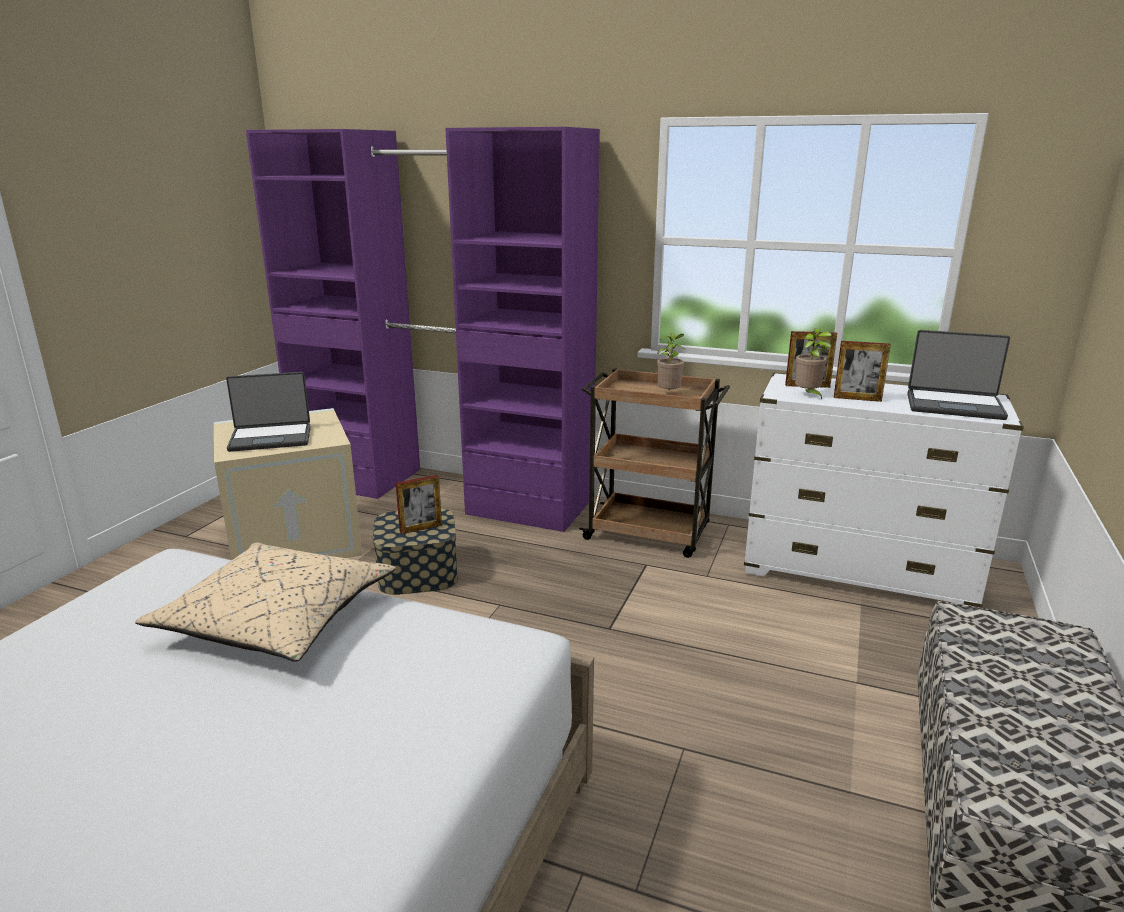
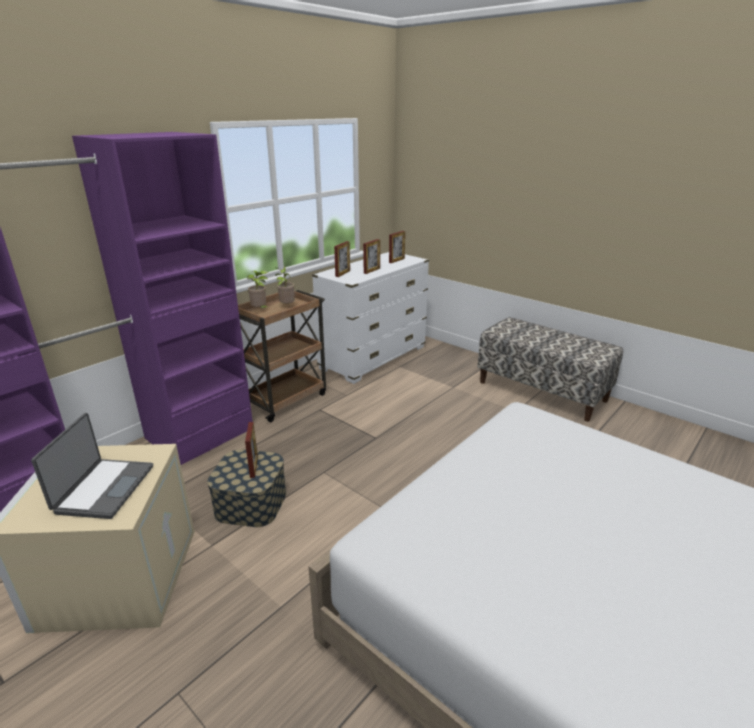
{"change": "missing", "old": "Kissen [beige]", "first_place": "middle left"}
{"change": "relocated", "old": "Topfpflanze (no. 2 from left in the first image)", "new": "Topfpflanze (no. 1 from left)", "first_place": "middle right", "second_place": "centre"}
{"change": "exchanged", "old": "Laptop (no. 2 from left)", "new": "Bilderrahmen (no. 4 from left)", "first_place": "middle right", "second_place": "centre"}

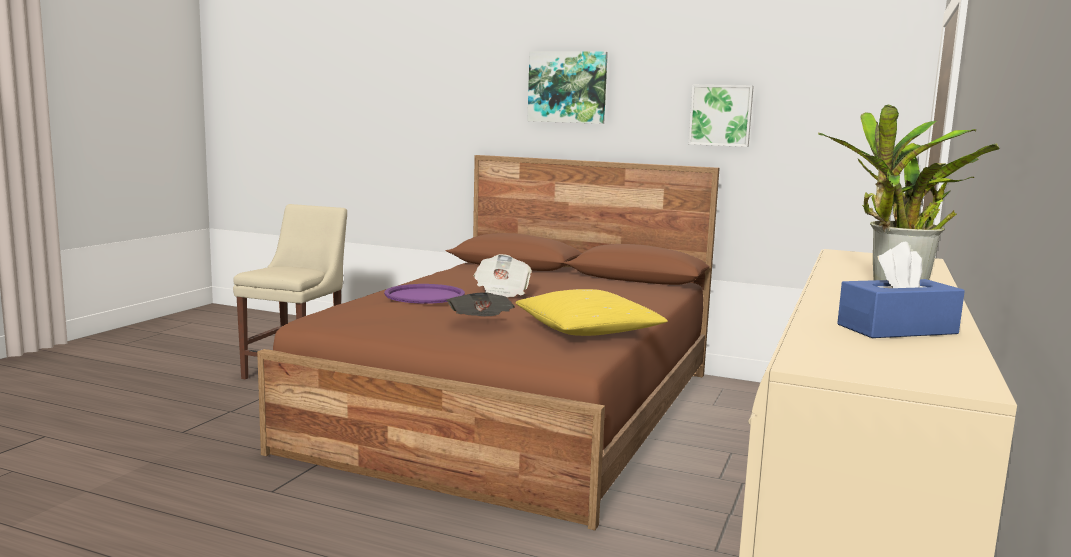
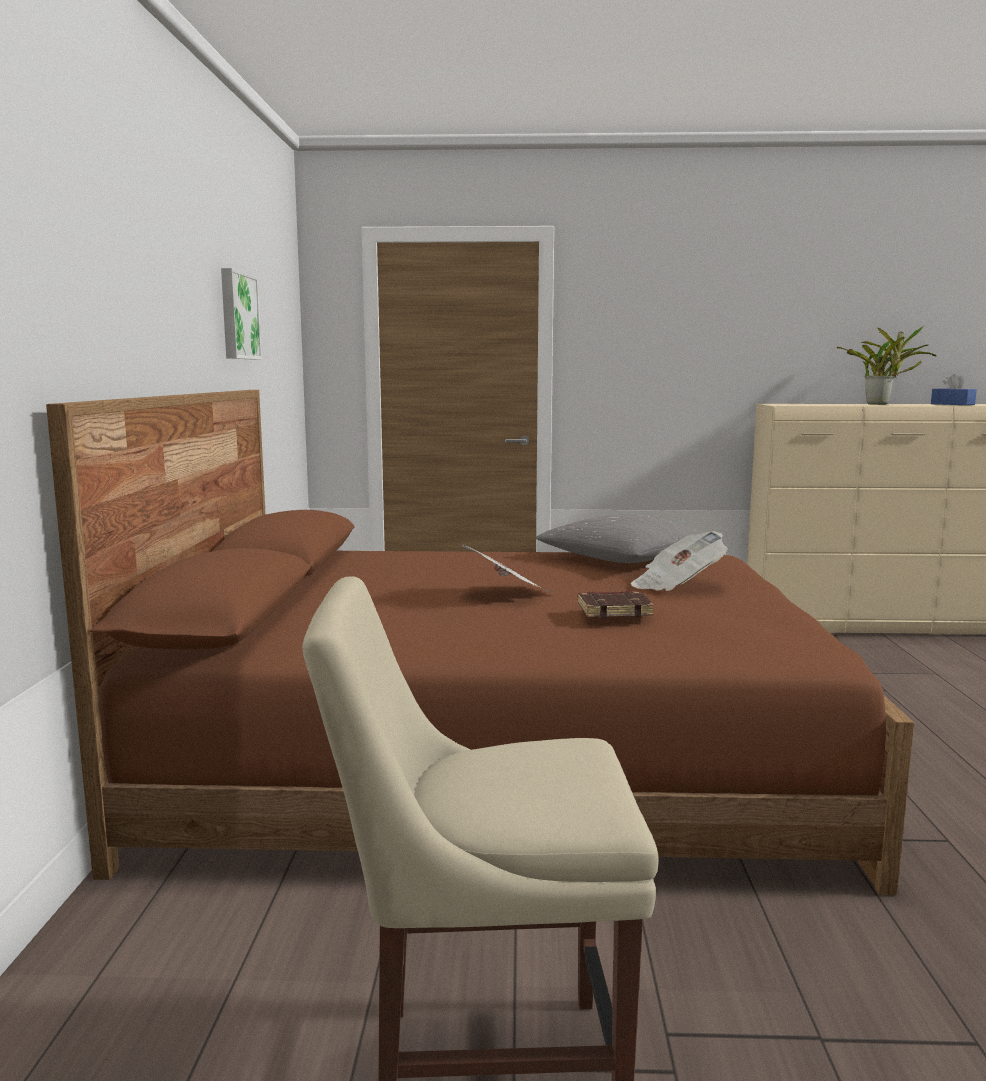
{"change": "missing", "old": "Bild (no. 1 from left)", "first_place": "top centre"}
{"change": "exchanged", "old": "Tablett [lila]", "new": "Buch [braun]", "first_place": "centre", "second_place": "centre"}
{"change": "colour", "old": "Kissen [gelb]", "new": "Kissen [grau]", "first_place": "centre", "second_place": "centre"}

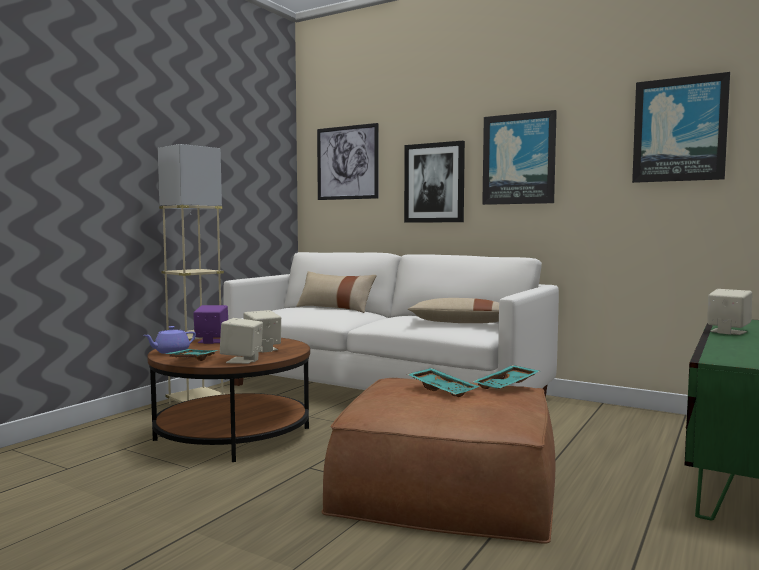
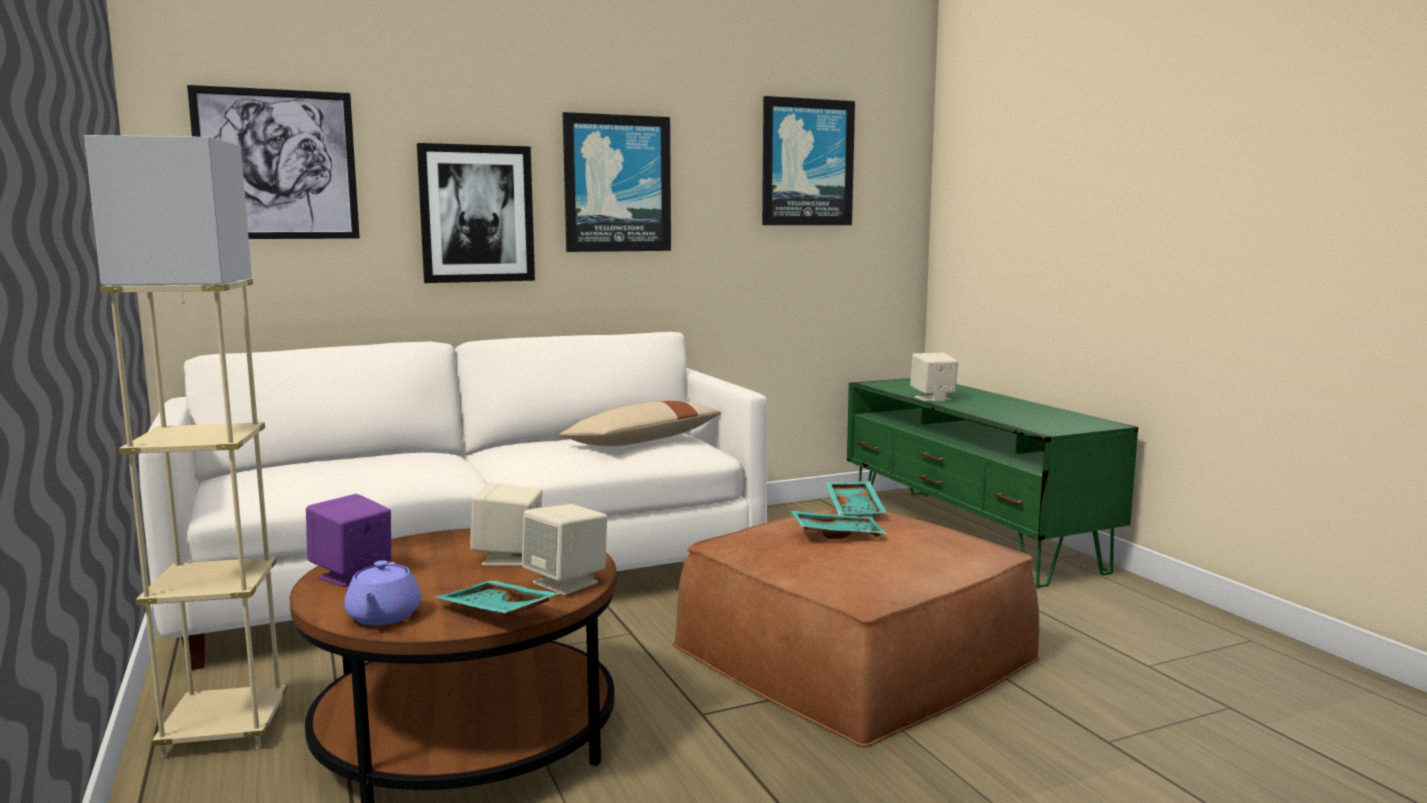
{"change": "missing", "old": "Kissen [beige] (no. 1 from left)", "first_place": "centre"}

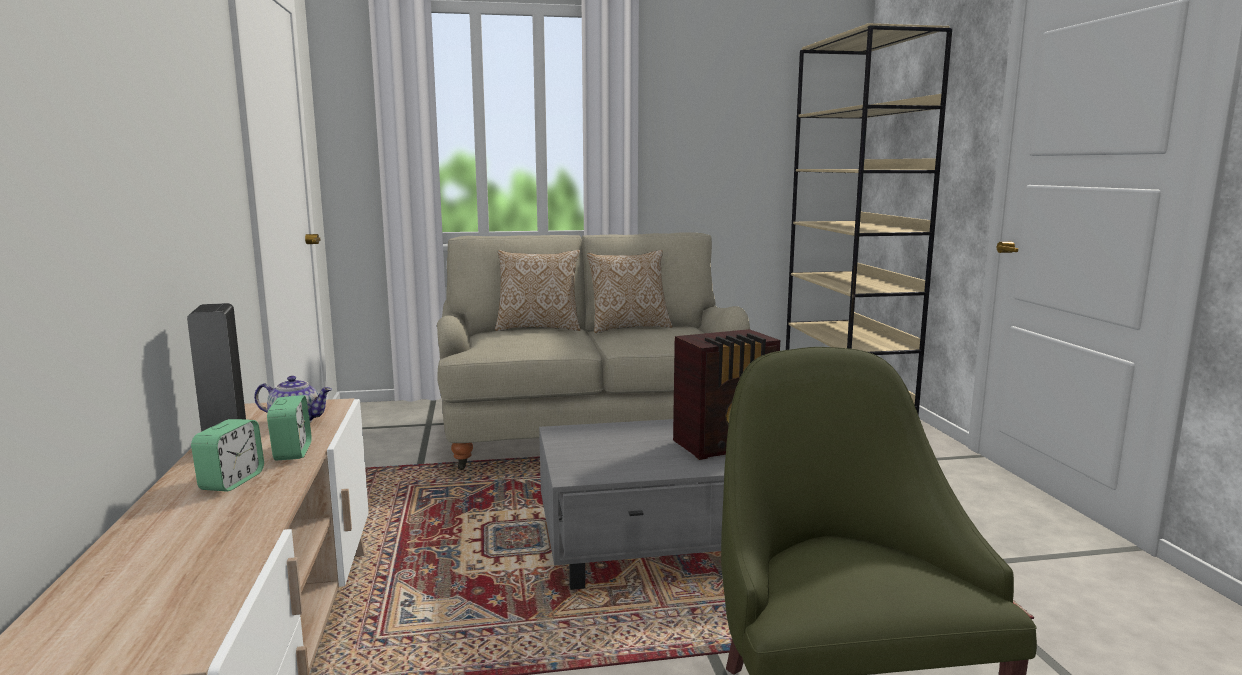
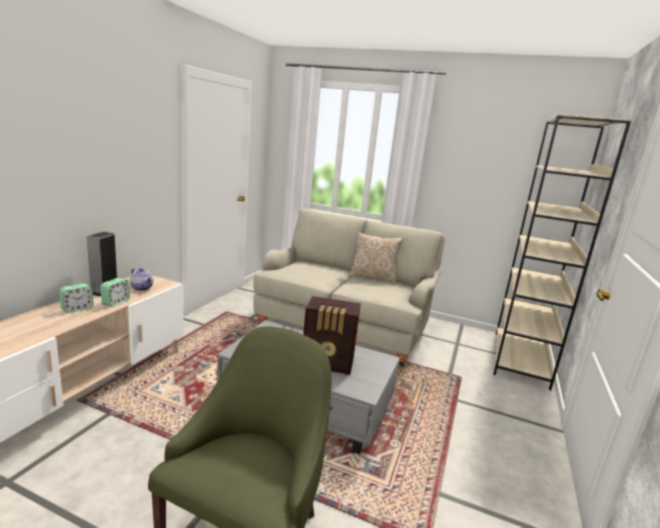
{"change": "missing", "old": "Kissen (no. 1 from left)", "first_place": "centre"}

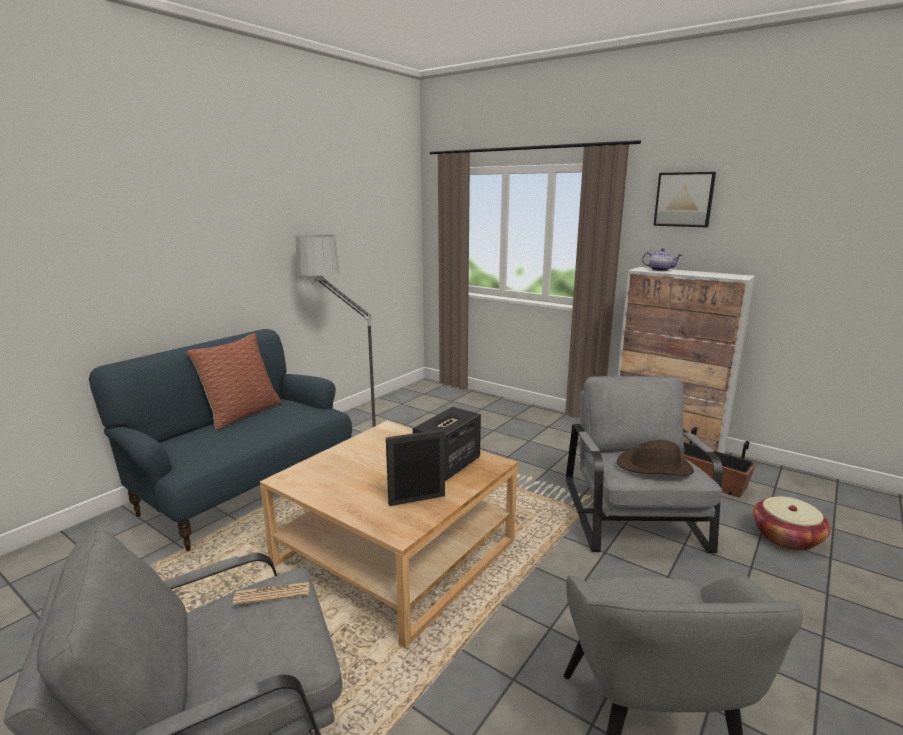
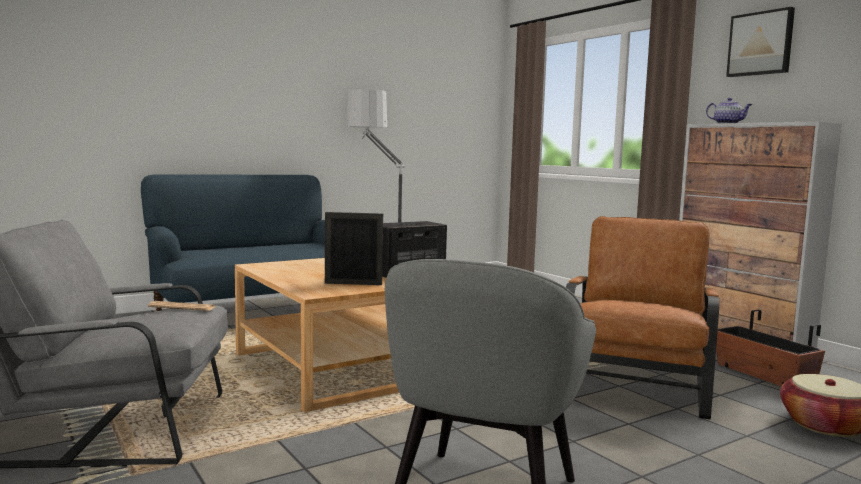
{"change": "missing", "old": "Kissen", "first_place": "middle left"}
{"change": "missing", "old": "Hut [braun]", "first_place": "middle right"}
{"change": "colour", "old": "Sessel [grau] (no. 2 from left)", "new": "Sessel [braun]", "first_place": "middle right", "second_place": "middle right"}

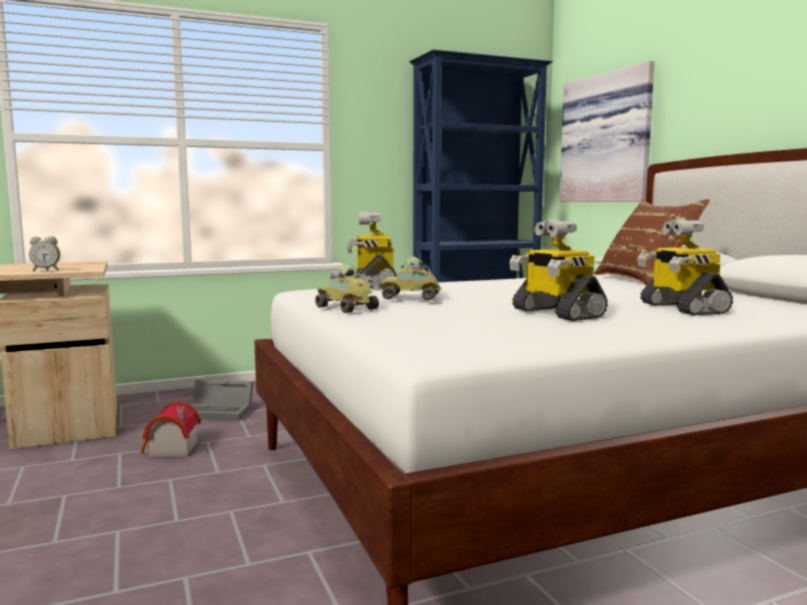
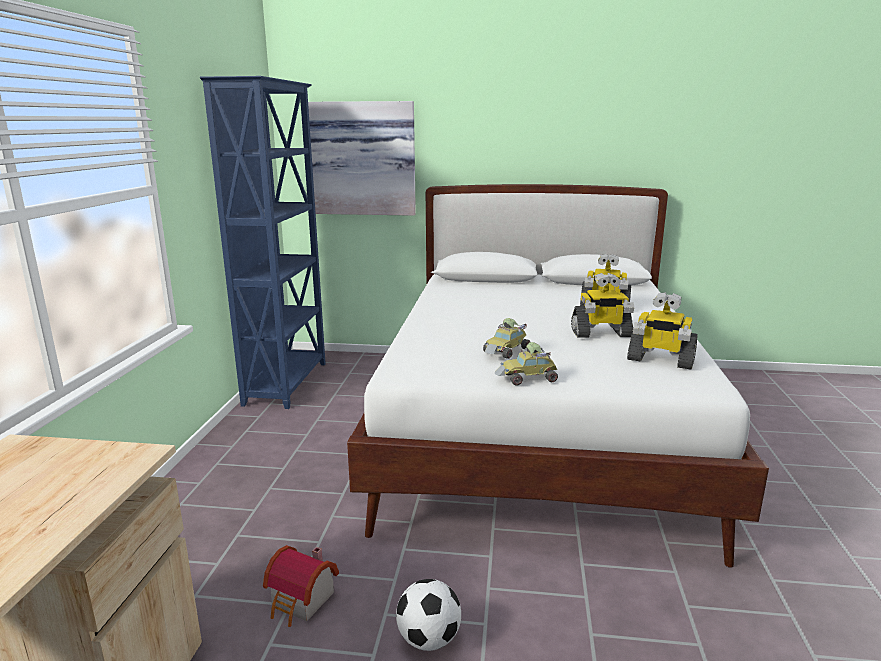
{"change": "missing", "old": "Wecker", "first_place": "middle left"}
{"change": "missing", "old": "Aufbewahrungsbox [grau]", "first_place": "middle left"}
{"change": "missing", "old": "Kissen [braun]", "first_place": "middle right"}
{"change": "appeared", "new": "Fußball", "second_place": "bottom centre"}
{"change": "relocated", "old": "Spielzeugroboter (no. 1 from left in the first image)", "new": "Spielzeugroboter (no. 3 from left)", "first_place": "centre", "second_place": "middle right"}

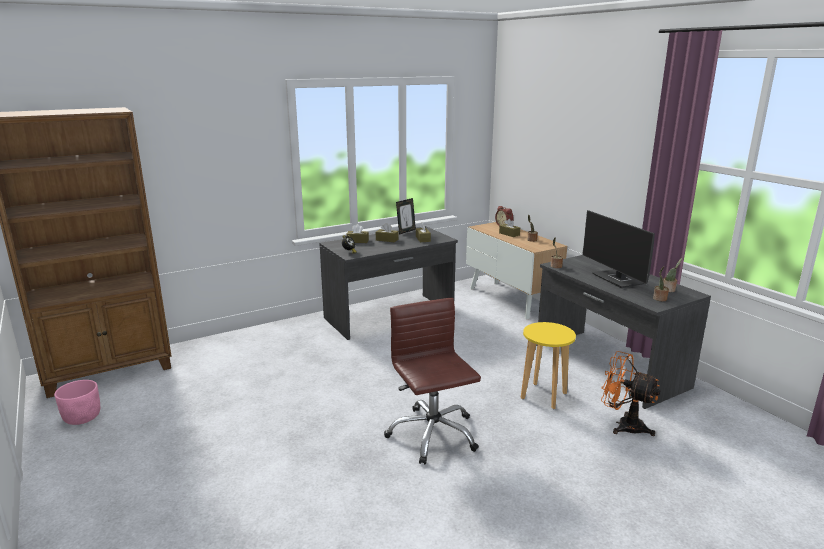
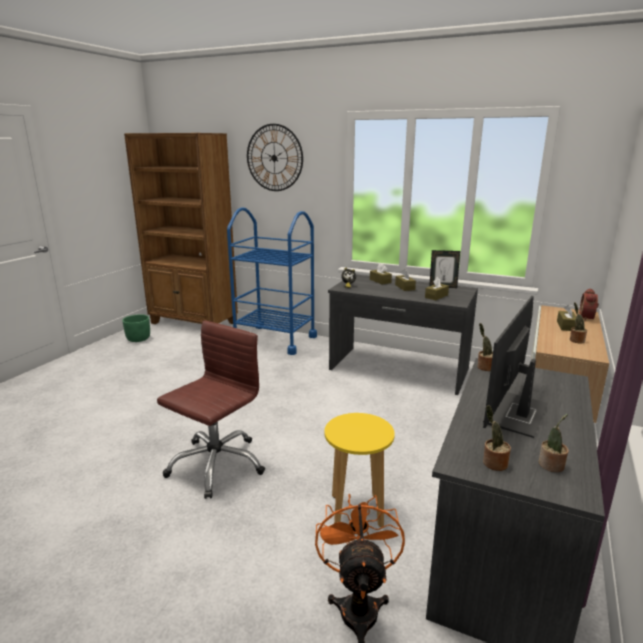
{"change": "appeared", "new": "Rollwagen [blau]", "second_place": "centre"}
{"change": "appeared", "new": "Wanduhr", "second_place": "top centre"}
{"change": "colour", "old": "Pflanzkübel [rosa]", "new": "Pflanzkübel [grün]", "first_place": "bottom left", "second_place": "middle left"}

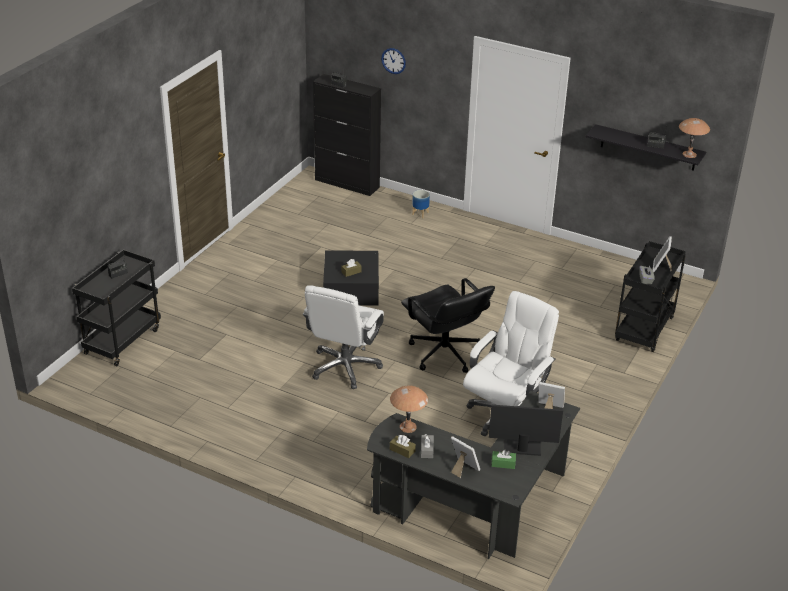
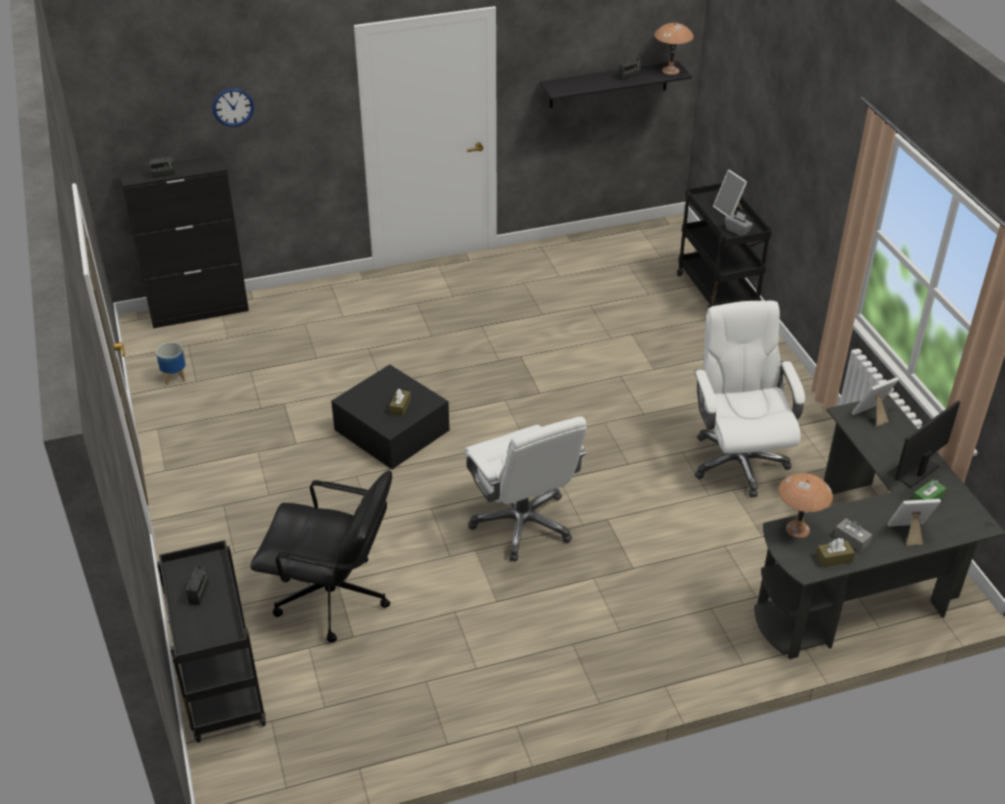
{"change": "relocated", "old": "Bürostuhl [schwarz]", "first_place": "centre", "second_place": "bottom left"}
{"change": "relocated", "old": "Pflanzkübel", "first_place": "centre", "second_place": "middle left"}

